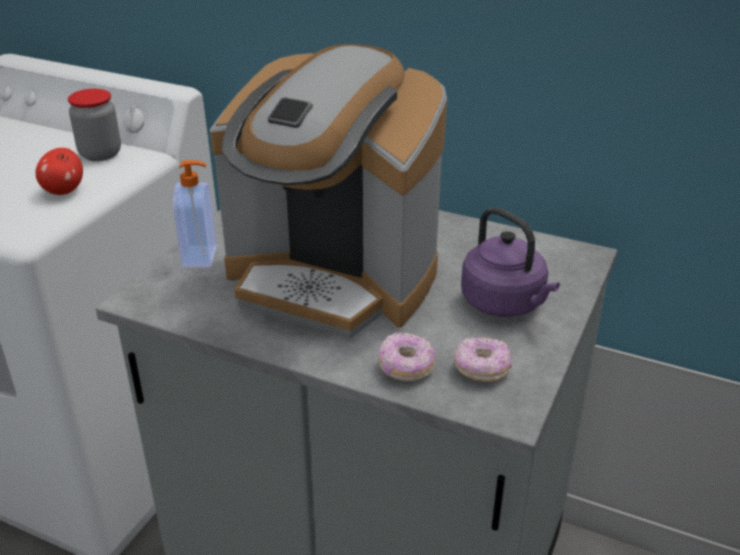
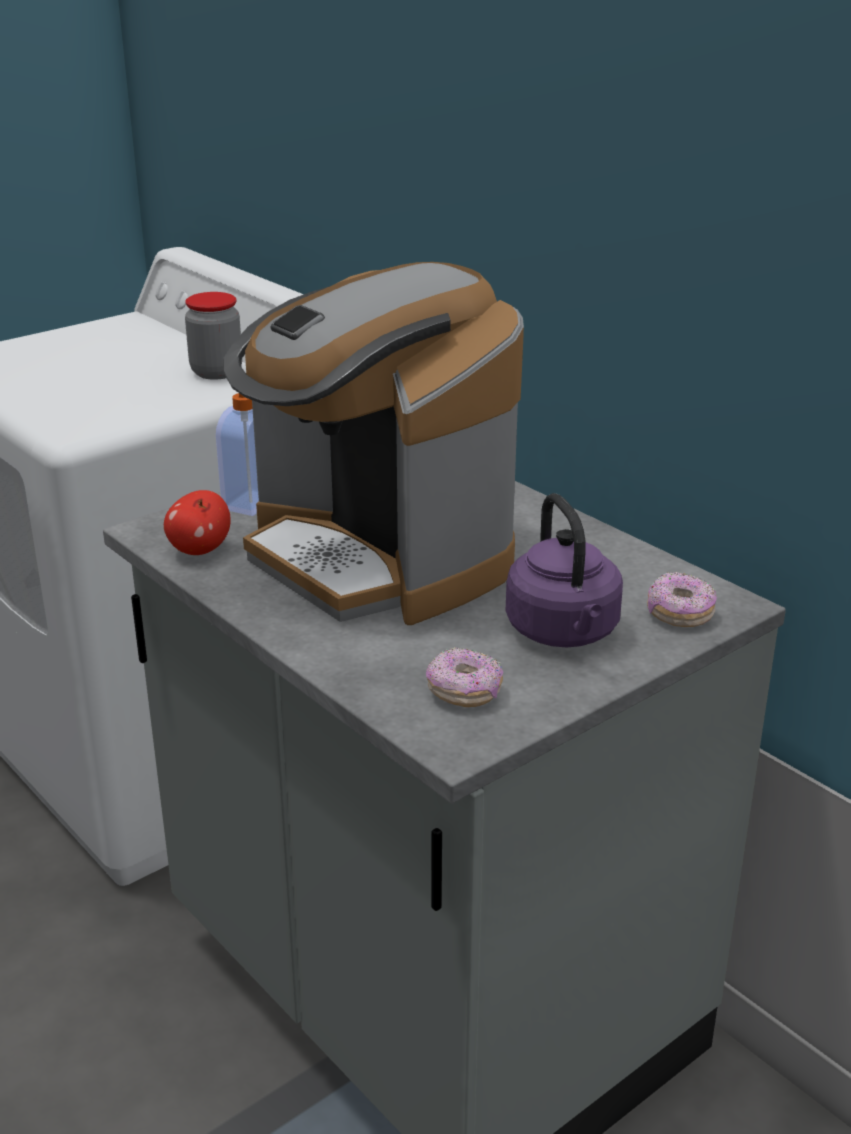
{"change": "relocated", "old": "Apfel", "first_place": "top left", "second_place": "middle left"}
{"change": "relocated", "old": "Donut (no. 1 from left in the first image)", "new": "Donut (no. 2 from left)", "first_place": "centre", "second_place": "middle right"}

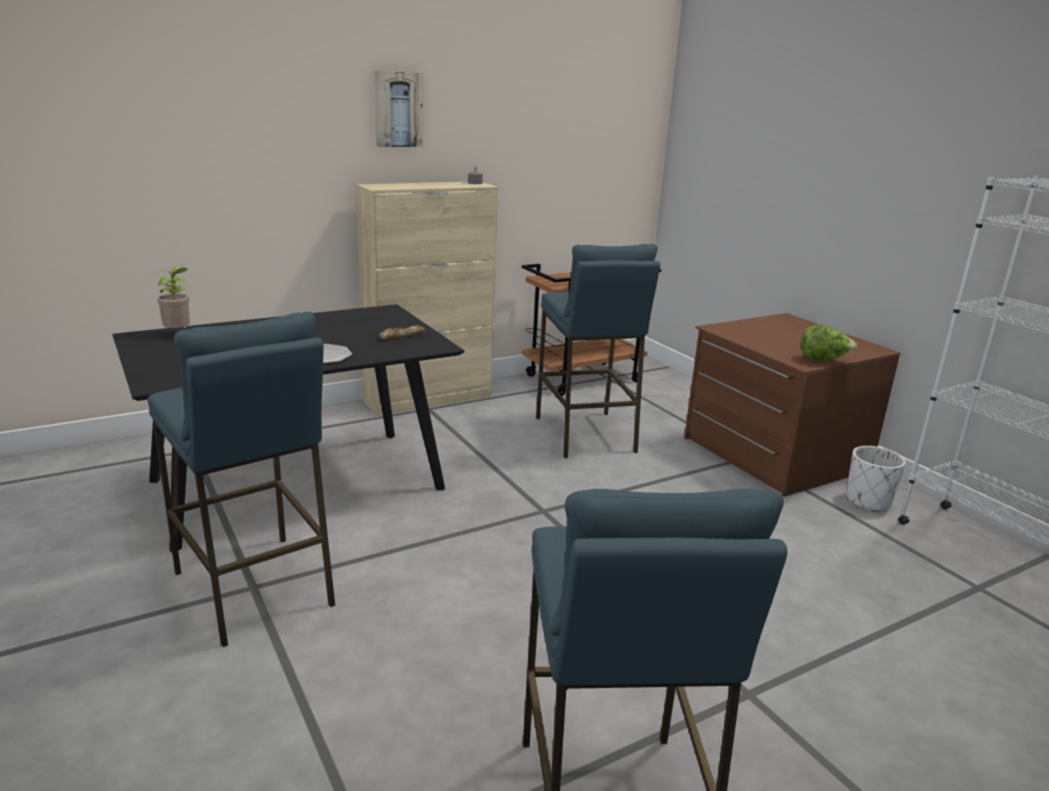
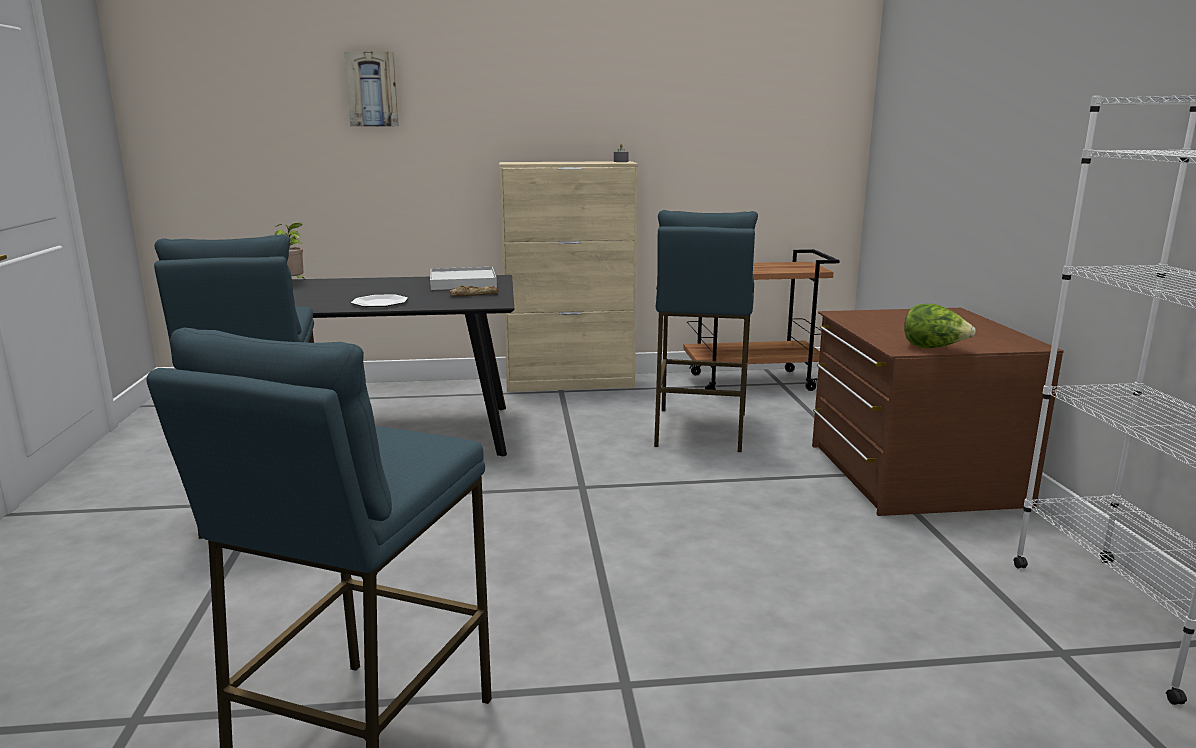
{"change": "missing", "old": "Pflanzkübel [weiß]", "first_place": "middle right"}
{"change": "appeared", "new": "Tablett [weiß]", "second_place": "centre"}
{"change": "relocated", "old": "Bild", "first_place": "top centre", "second_place": "top left"}

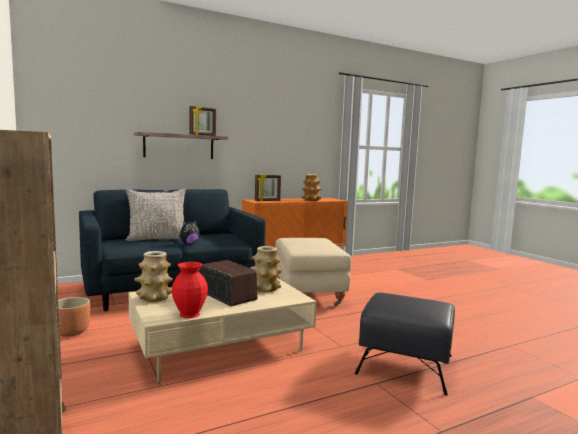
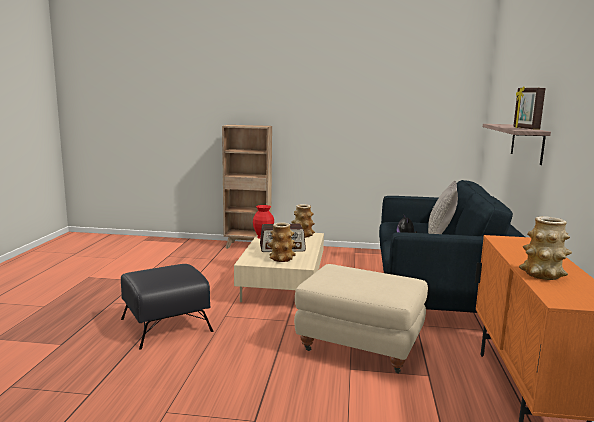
{"change": "missing", "old": "Pflanzkübel [braun]", "first_place": "bottom left"}
{"change": "missing", "old": "Bilderrahmen (no. 2 from left)", "first_place": "centre"}

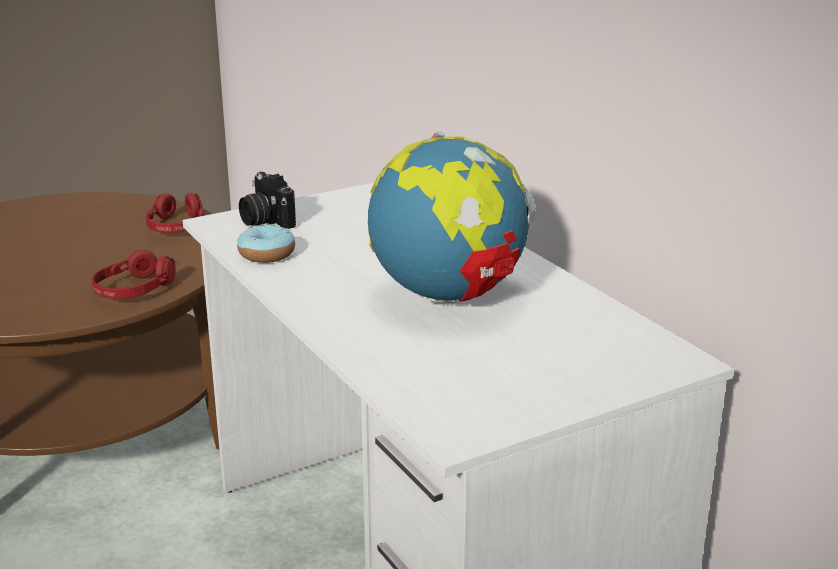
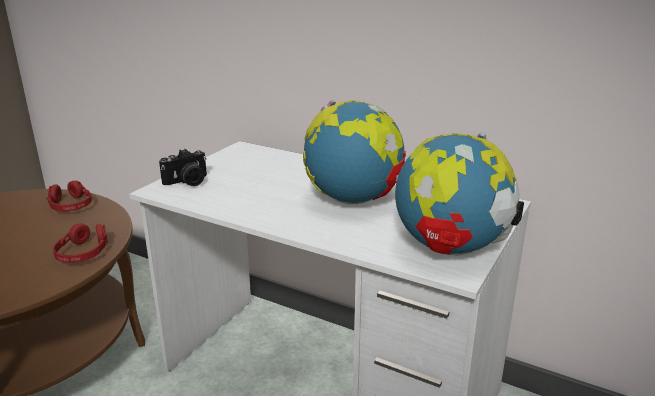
{"change": "missing", "old": "Donut", "first_place": "middle left"}
{"change": "appeared", "new": "Globus (no. 2 from left)", "second_place": "middle right"}
{"change": "spun", "old": "Kamera", "first_place": "middle left", "second_place": "middle left", "degrees": -60}

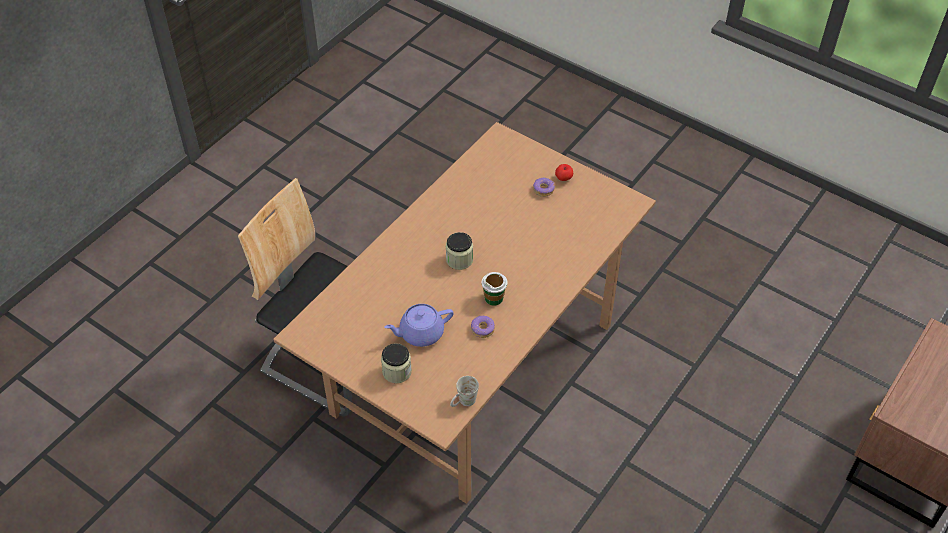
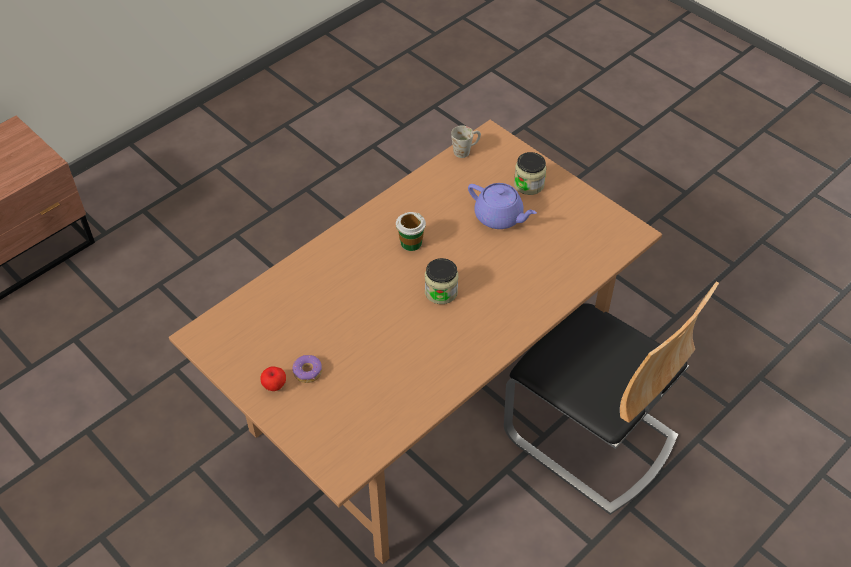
{"change": "missing", "old": "Donut (no. 1 from left)", "first_place": "centre"}
{"change": "spun", "old": "Teekanne [lila]", "first_place": "centre", "second_place": "centre", "degrees": 45}

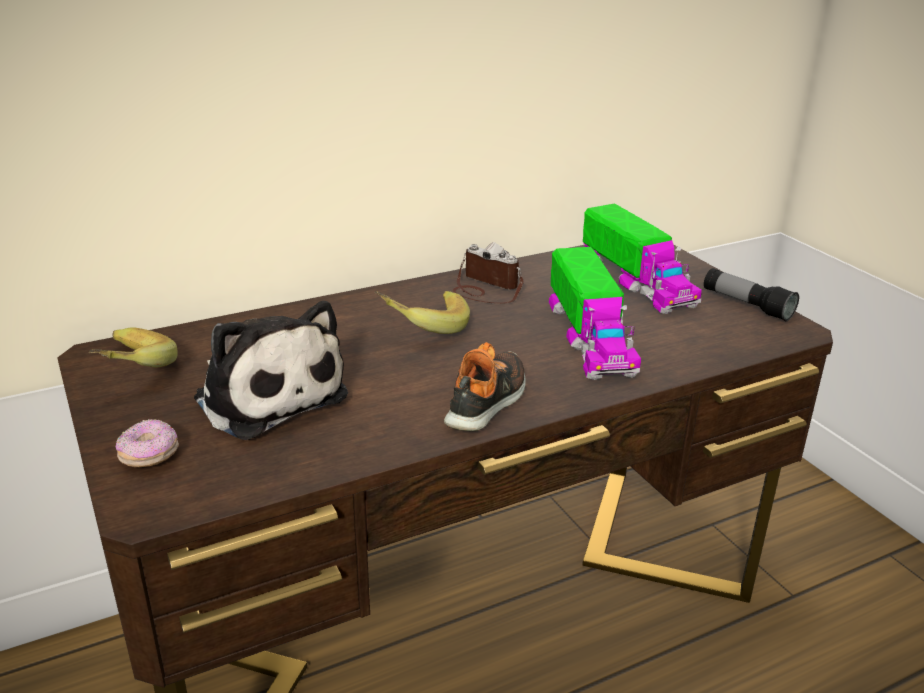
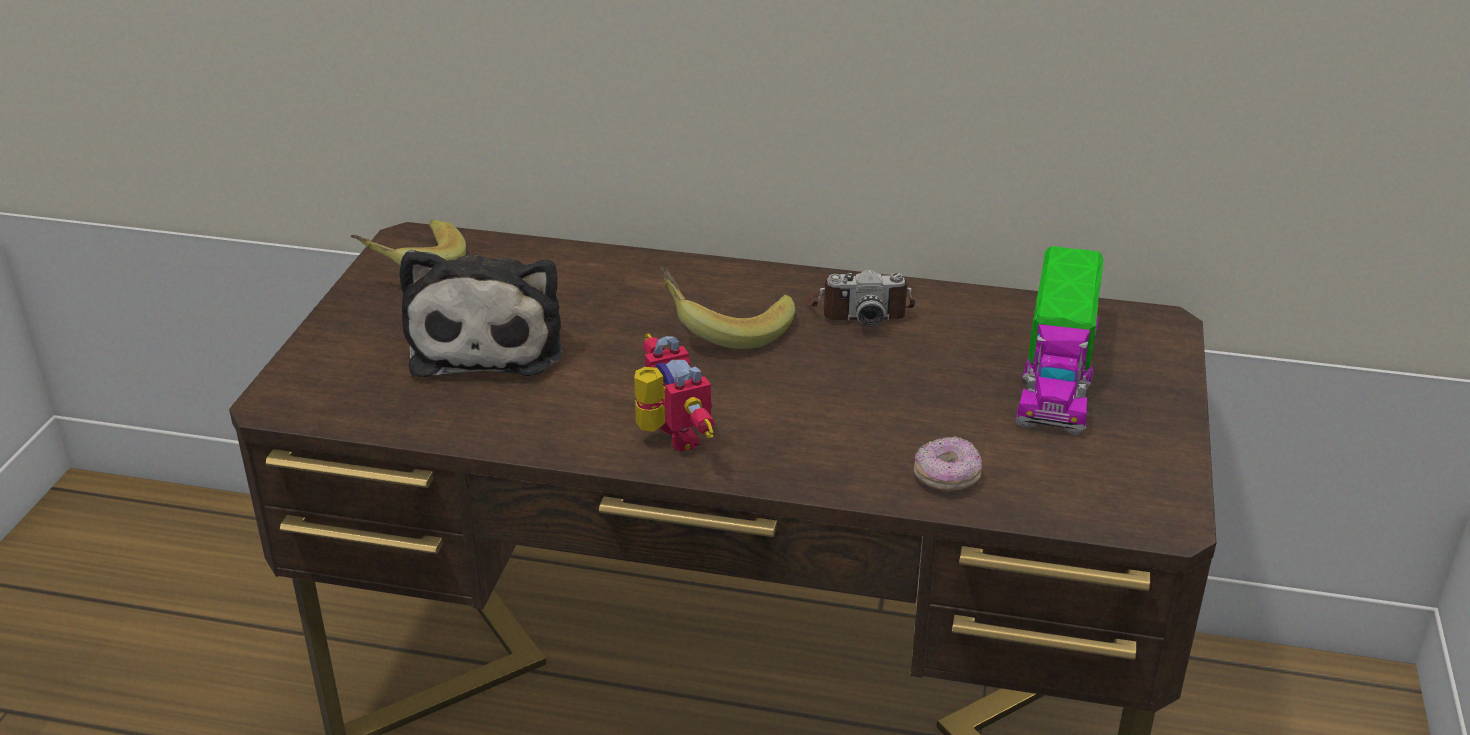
{"change": "missing", "old": "Spielzeuglaster (no. 1 from left)", "first_place": "centre"}
{"change": "missing", "old": "Taschenlampe", "first_place": "middle right"}
{"change": "relocated", "old": "Donut", "first_place": "middle left", "second_place": "centre"}
{"change": "exchanged", "old": "Schuh", "new": "Spielzeugroboter", "first_place": "centre", "second_place": "centre"}
{"change": "spun", "old": "Kamera", "first_place": "centre", "second_place": "centre", "degrees": 105}

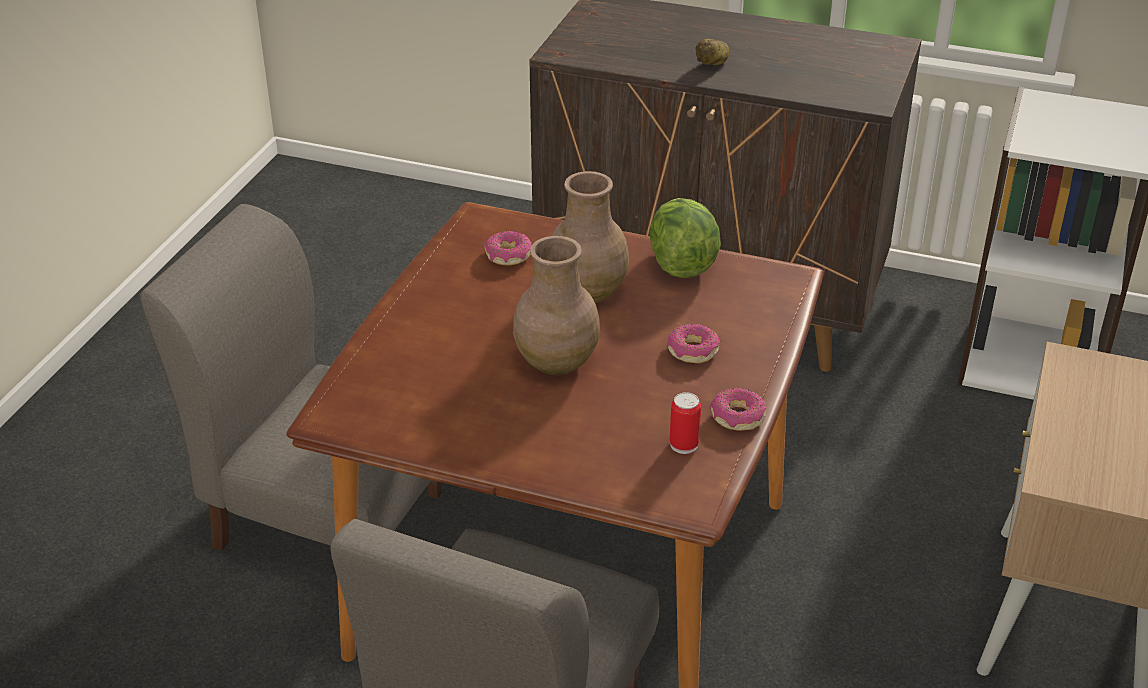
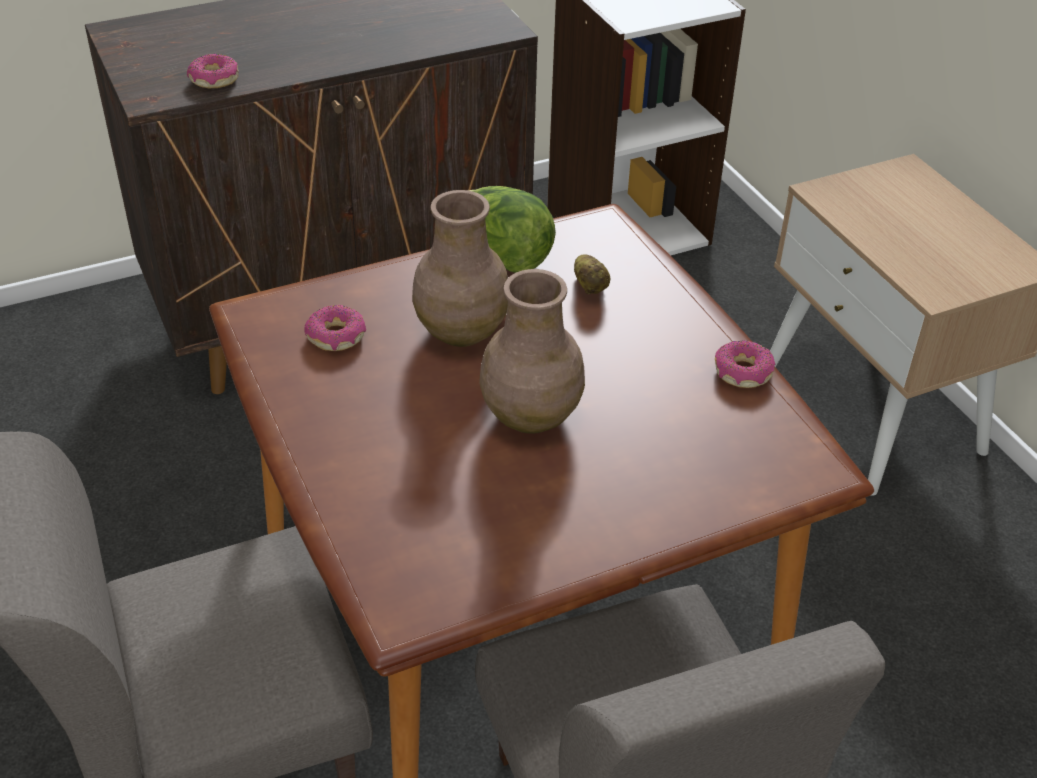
{"change": "missing", "old": "Dose", "first_place": "centre"}
{"change": "relocated", "old": "Donut (no. 2 from left in the first image)", "new": "Donut (no. 1 from left)", "first_place": "centre", "second_place": "top left"}
{"change": "relocated", "old": "Kartoffel", "first_place": "top centre", "second_place": "centre"}

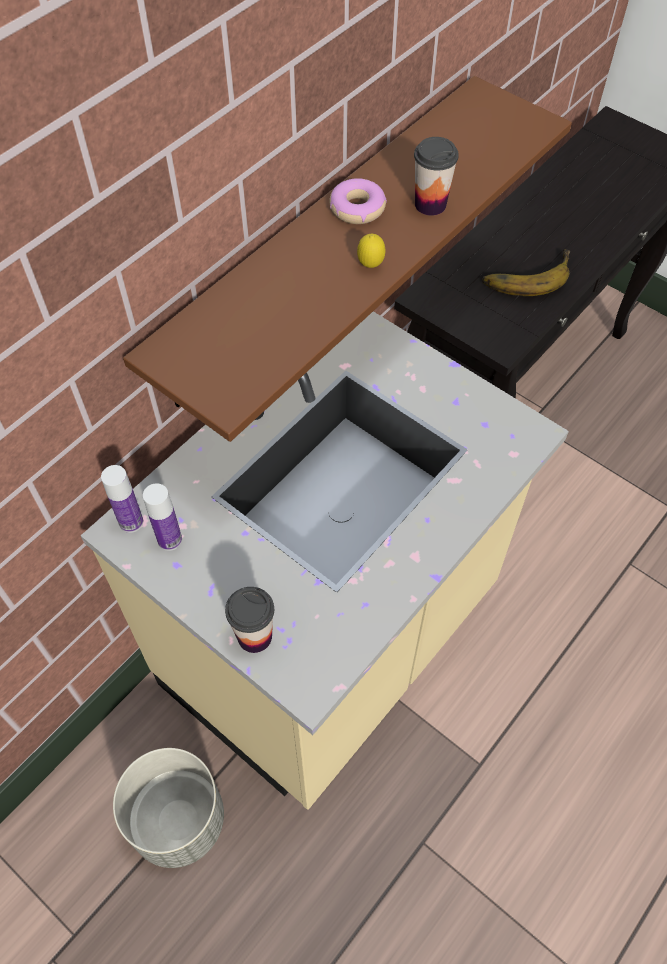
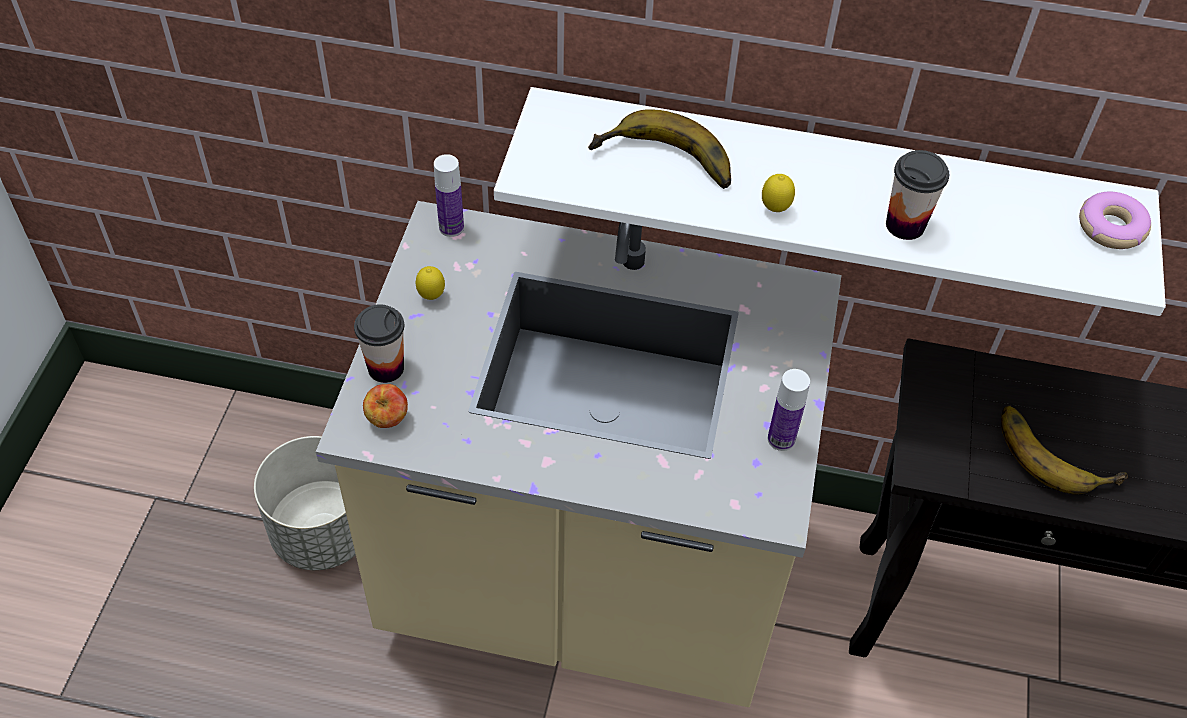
{"change": "appeared", "new": "Apfel", "second_place": "middle left"}
{"change": "appeared", "new": "Zitrone (no. 1 from left)", "second_place": "centre"}
{"change": "appeared", "new": "Banane (no. 1 from left)", "second_place": "top centre"}
{"change": "relocated", "old": "Flasche (no. 2 from left)", "first_place": "middle left", "second_place": "centre"}
{"change": "relocated", "old": "Donut", "first_place": "top centre", "second_place": "top right"}
{"change": "colour", "old": "Wandregal [braun]", "new": "Wandregal [weiß]", "first_place": "top centre", "second_place": "top right"}

